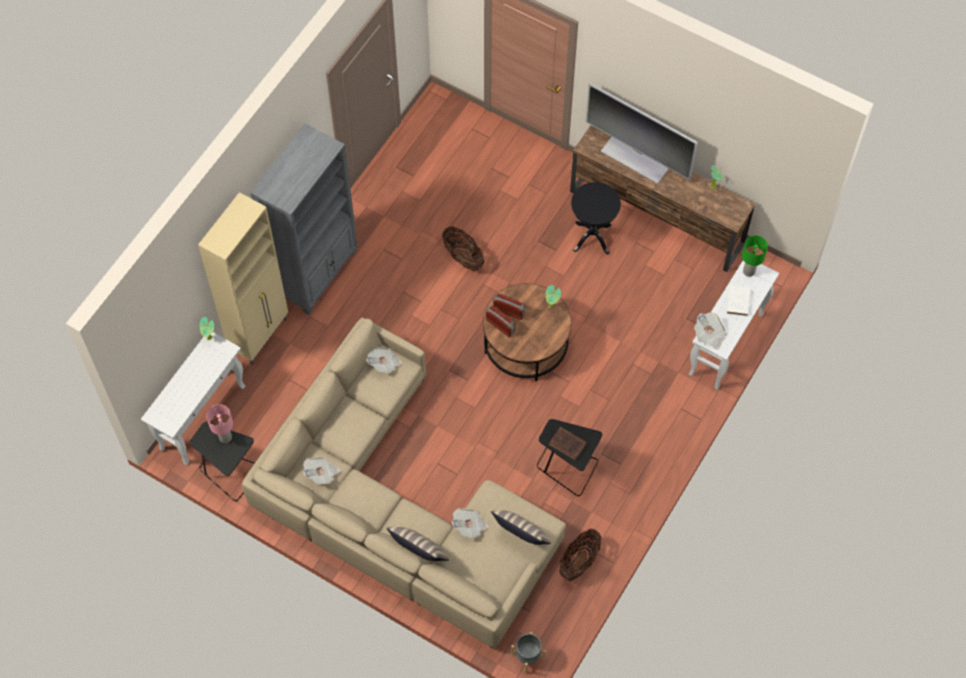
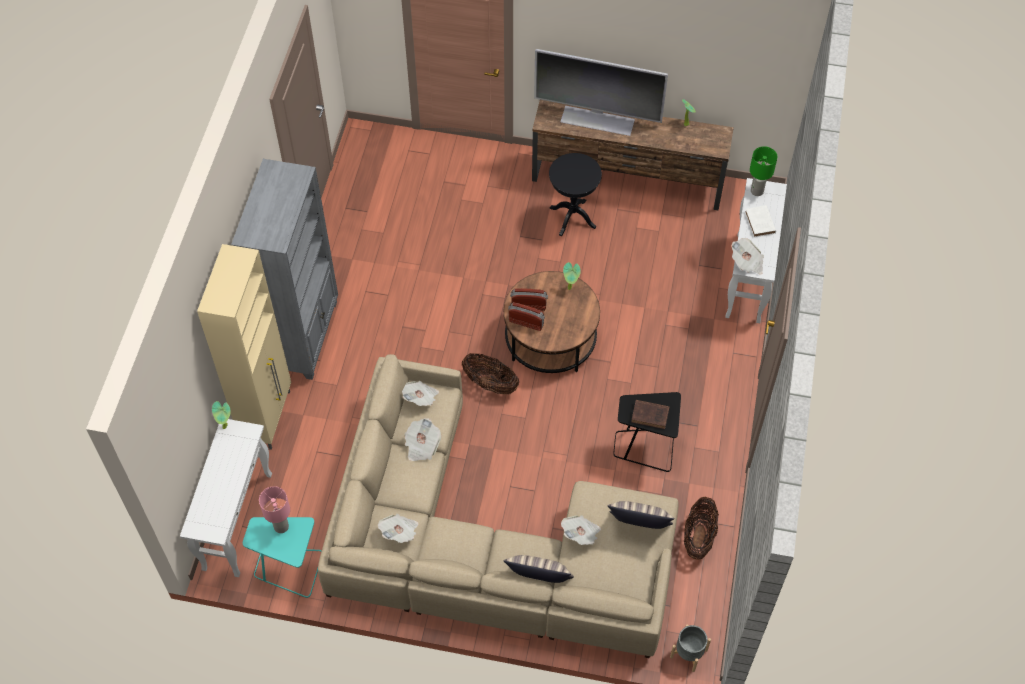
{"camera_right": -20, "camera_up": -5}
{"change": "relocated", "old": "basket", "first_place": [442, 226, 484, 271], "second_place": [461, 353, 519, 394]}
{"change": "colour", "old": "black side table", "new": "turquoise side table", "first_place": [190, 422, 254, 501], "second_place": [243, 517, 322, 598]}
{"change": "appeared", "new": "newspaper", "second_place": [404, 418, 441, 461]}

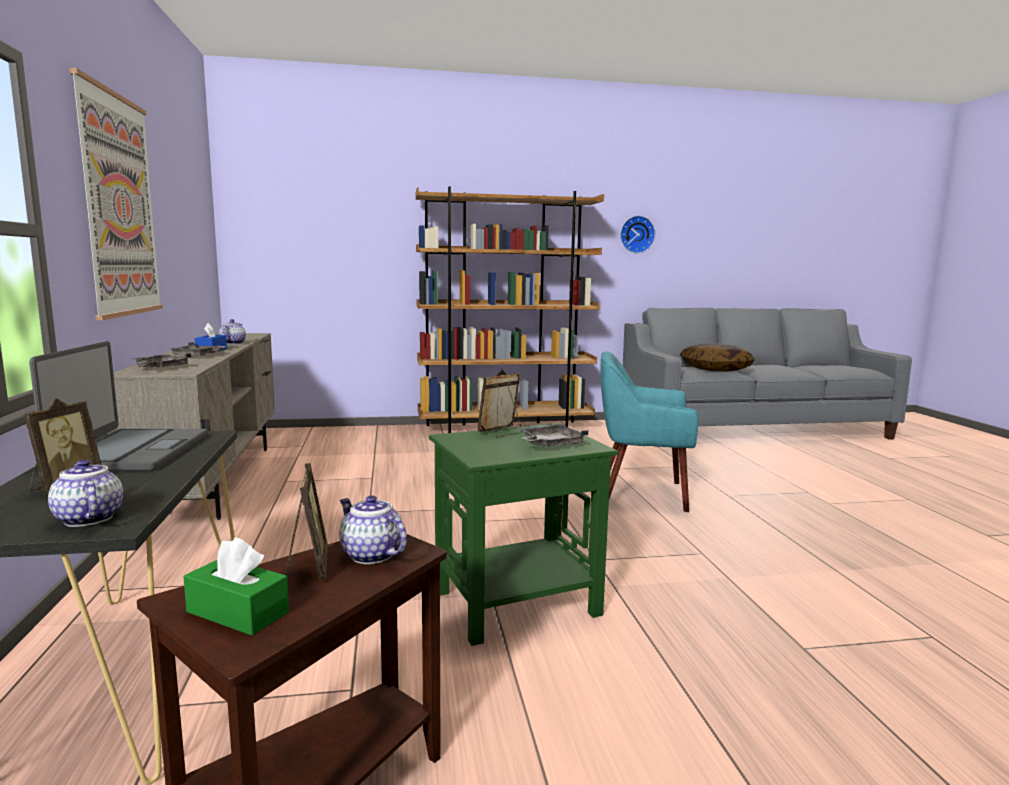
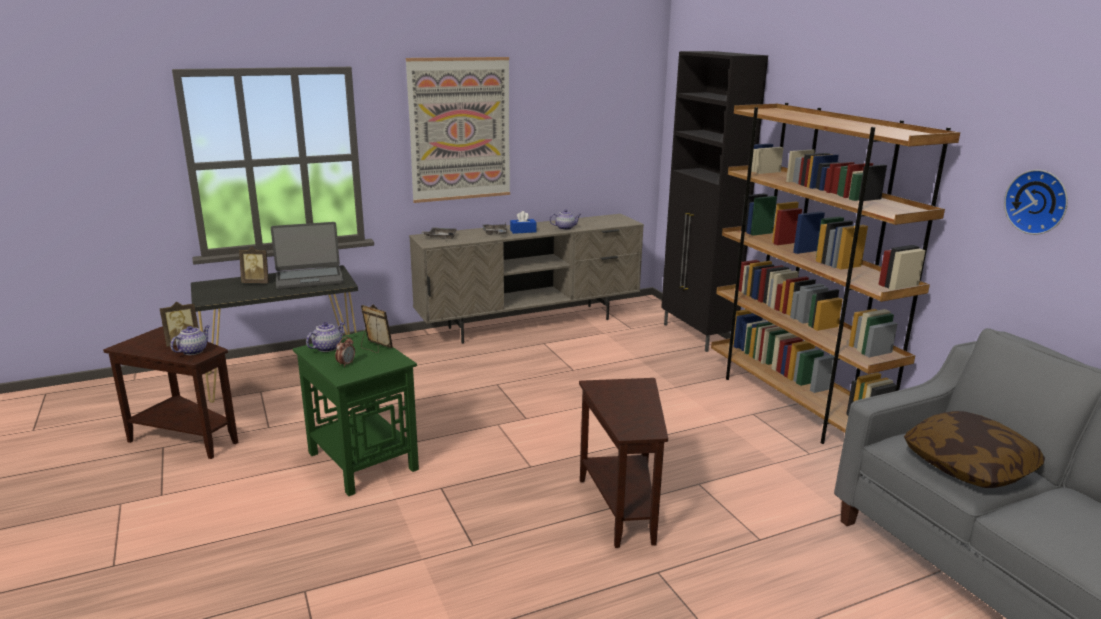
{"camera_right": 75, "camera_up": 10}
{"change": "exchanged", "old": "turquoise armchair", "new": "brown side table", "first_place": [600, 351, 699, 512], "second_place": [579, 378, 668, 548]}
{"change": "exchanged", "old": "grey tray", "new": "alarm clock", "first_place": [519, 424, 589, 447], "second_place": [335, 337, 355, 367]}
{"change": "relocated", "old": "teapot", "first_place": [48, 459, 123, 527], "second_place": [306, 322, 345, 352]}
{"change": "missing", "old": "green tissue box", "first_place": [183, 537, 289, 635]}
{"change": "appeared", "new": "black cabinet", "second_place": [661, 51, 768, 352]}

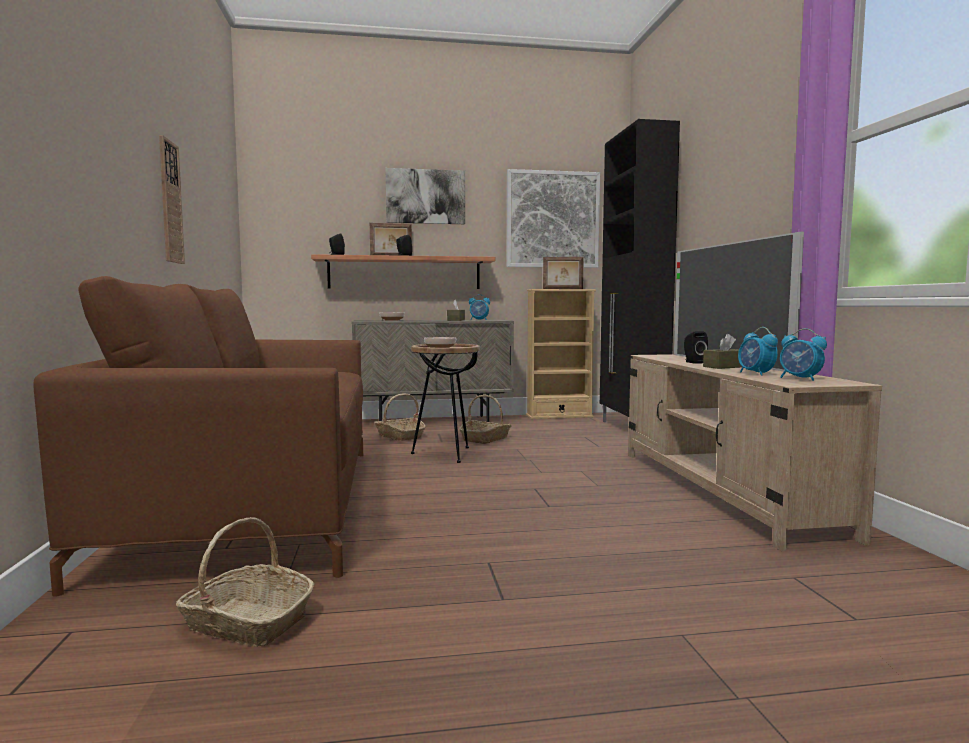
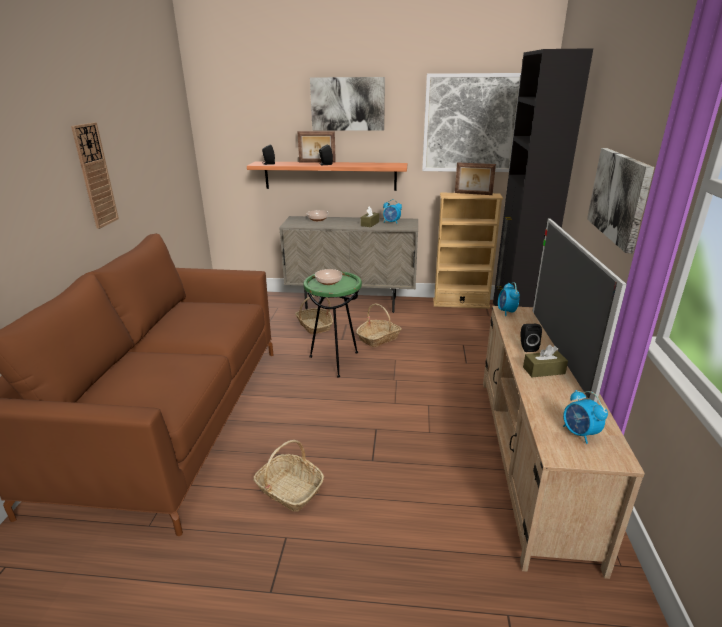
{"camera_right": 15, "camera_up": 20}
{"change": "relocated", "old": "alarm clock", "first_place": [738, 327, 778, 376], "second_place": [498, 282, 520, 316]}
{"change": "colour", "old": "brown side table", "new": "green side table", "first_place": [411, 344, 480, 463], "second_place": [303, 271, 362, 378]}
{"change": "relocated", "old": "basket", "first_place": [176, 517, 314, 647], "second_place": [254, 440, 324, 512]}
{"change": "appeared", "new": "picture", "second_place": [587, 148, 654, 253]}

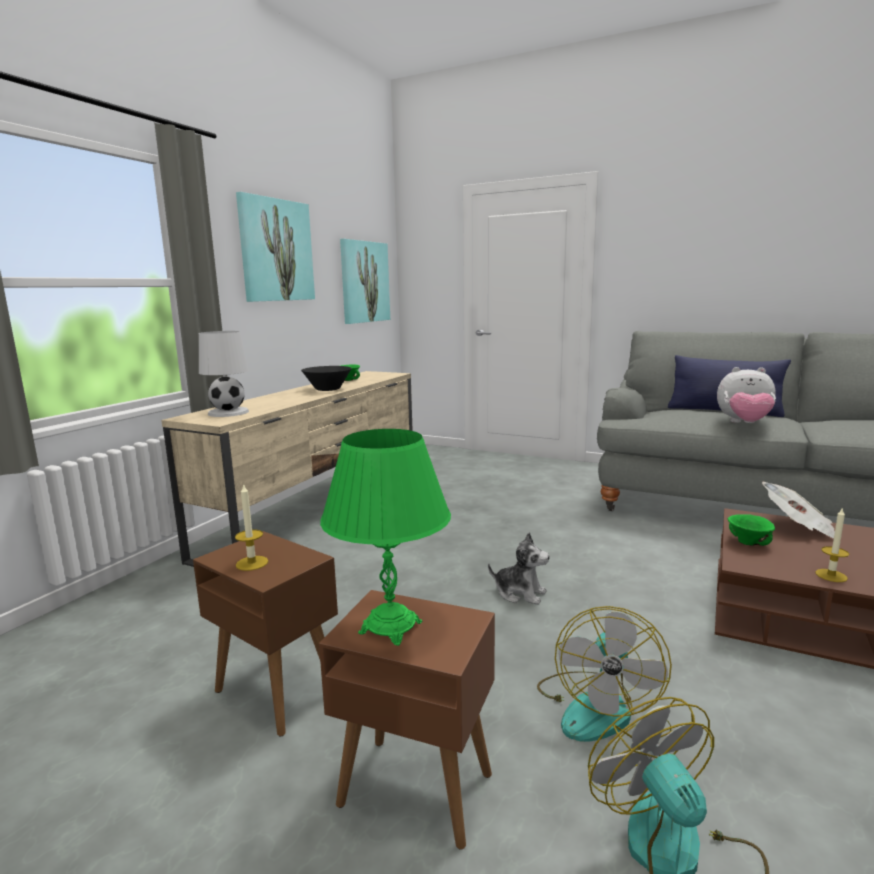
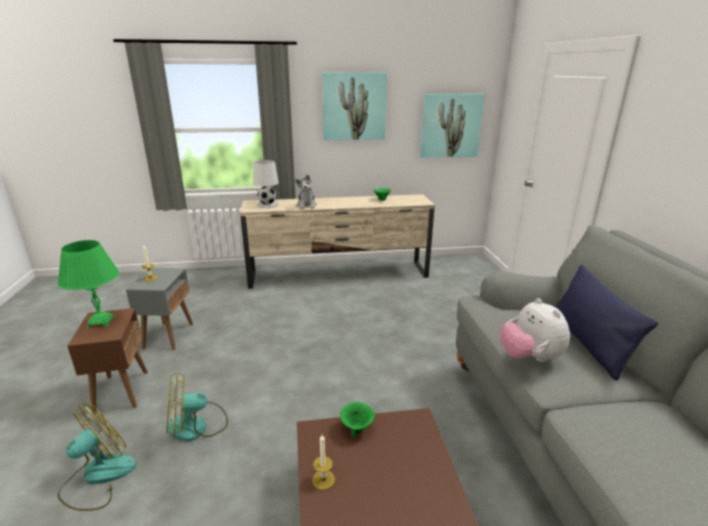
{"camera_right": 55, "camera_up": 10}
{"change": "missing", "old": "black bowl", "first_place": [301, 366, 352, 391]}
{"change": "missing", "old": "newspaper", "first_place": [762, 482, 835, 539]}
{"change": "colour", "old": "brown side table", "new": "grey side table", "first_place": [193, 531, 338, 737], "second_place": [126, 268, 193, 350]}
{"change": "relocated", "old": "plush toy", "first_place": [488, 532, 549, 605], "second_place": [295, 174, 317, 209]}

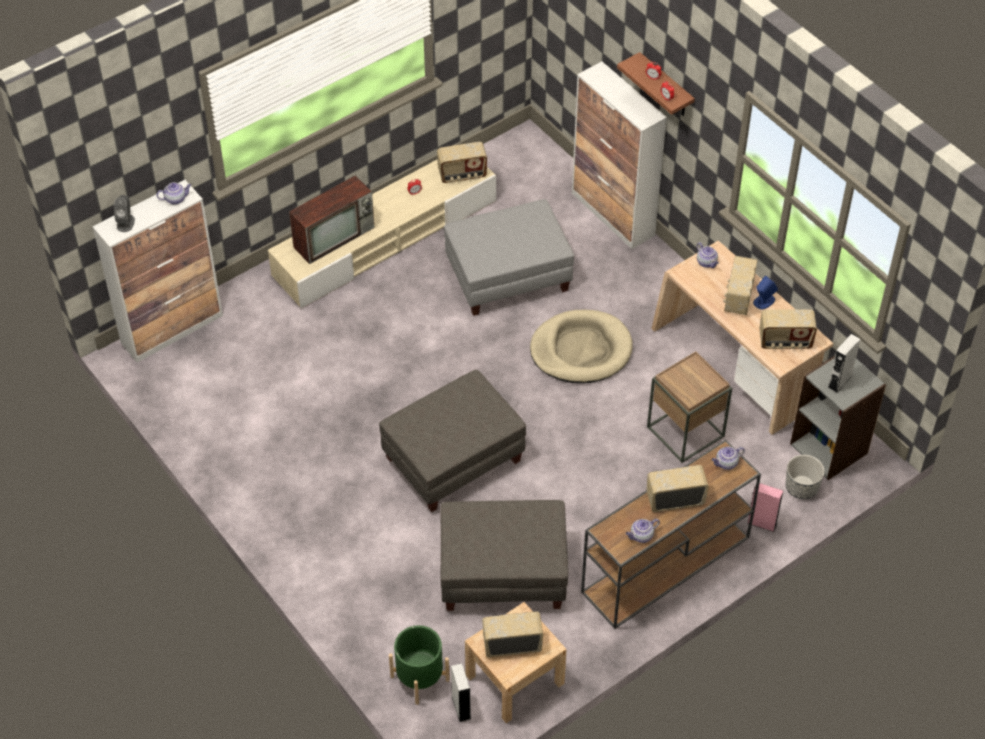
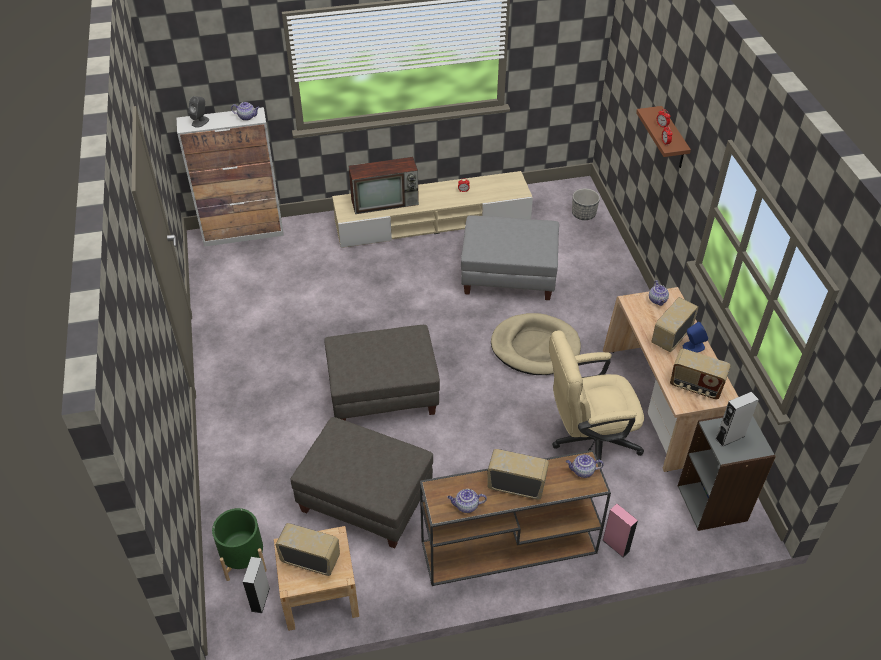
{"camera_right": 25, "camera_up": -5}
{"change": "missing", "old": "cabinet", "first_place": [572, 61, 667, 249]}
{"change": "missing", "old": "radio", "first_place": [437, 142, 487, 183]}
{"change": "exchanged", "old": "brown side table", "new": "beige office chair", "first_place": [647, 351, 732, 463], "second_place": [549, 330, 644, 466]}
{"change": "relocated", "old": "planter", "first_place": [785, 455, 825, 499], "second_place": [572, 188, 600, 220]}

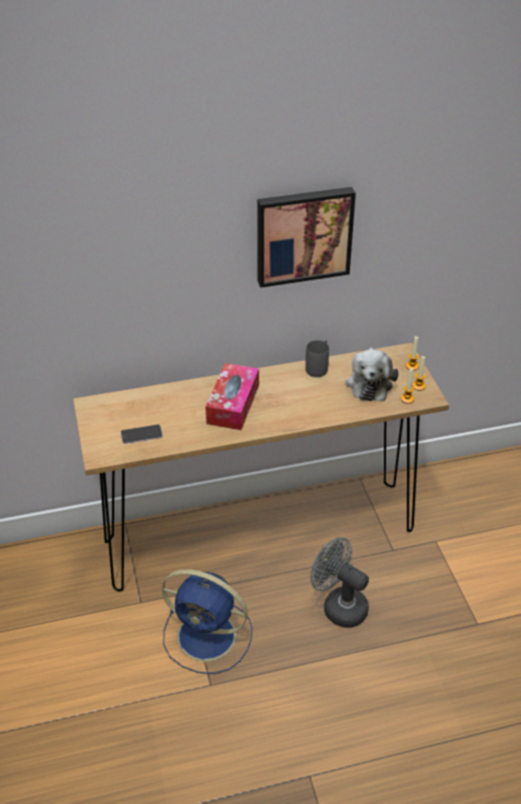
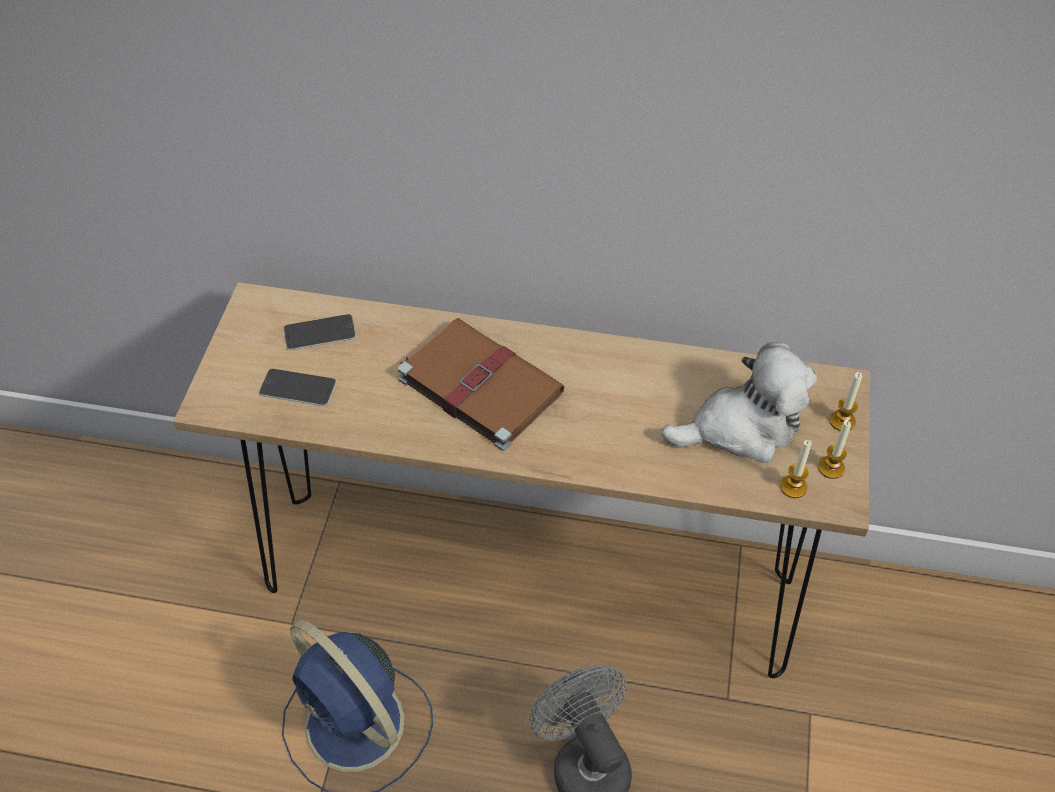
{"camera_right": 25, "camera_up": 10}
{"change": "missing", "old": "picture", "first_place": [257, 187, 356, 288]}
{"change": "missing", "old": "grey mug", "first_place": [305, 340, 329, 377]}
{"change": "spun", "old": "plush toy", "first_place": [345, 347, 398, 401], "second_place": [661, 342, 817, 463], "degrees": -135}
{"change": "exchanged", "old": "tissue box", "new": "brown book", "first_place": [205, 363, 259, 430], "second_place": [398, 318, 565, 451]}
{"change": "appeared", "new": "phone", "second_place": [284, 314, 356, 350]}

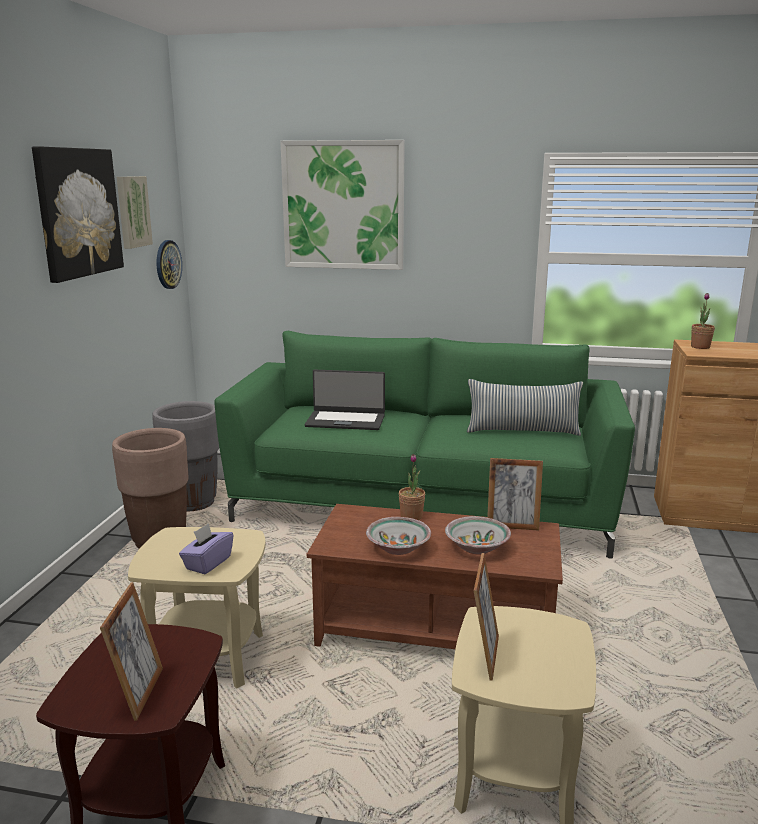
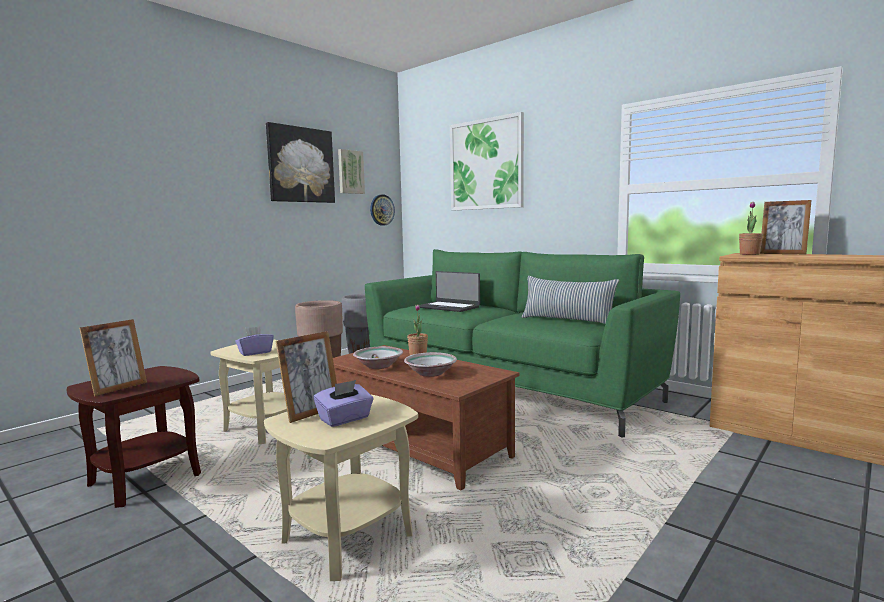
{"camera_right": 30, "camera_up": -10}
{"change": "relocated", "old": "picture frame", "first_place": [487, 458, 543, 530], "second_place": [760, 200, 812, 254]}
{"change": "appeared", "new": "purple tissue box", "second_place": [314, 380, 374, 427]}

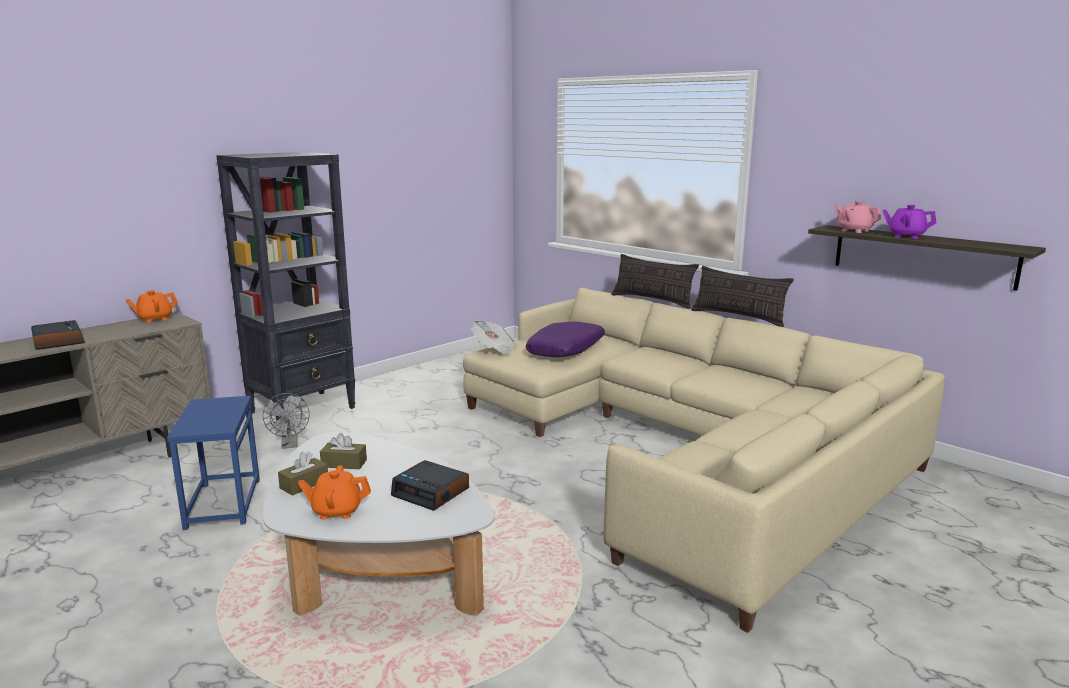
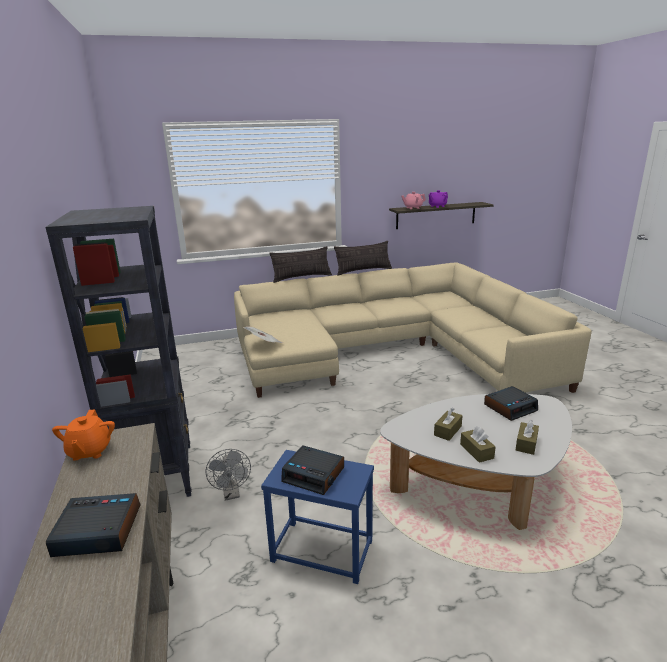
{"camera_right": -60, "camera_up": 5}
{"change": "missing", "old": "purple pillow", "first_place": [526, 322, 605, 357]}
{"change": "spun", "old": "grey fan", "first_place": [263, 393, 310, 449], "second_place": [206, 449, 251, 501], "degrees": 60}
{"change": "exchanged", "old": "orange teapot", "new": "brown tissue box", "first_place": [298, 465, 371, 520], "second_place": [516, 420, 539, 455]}
{"change": "appeared", "new": "alarm clock", "second_place": [281, 445, 344, 495]}

